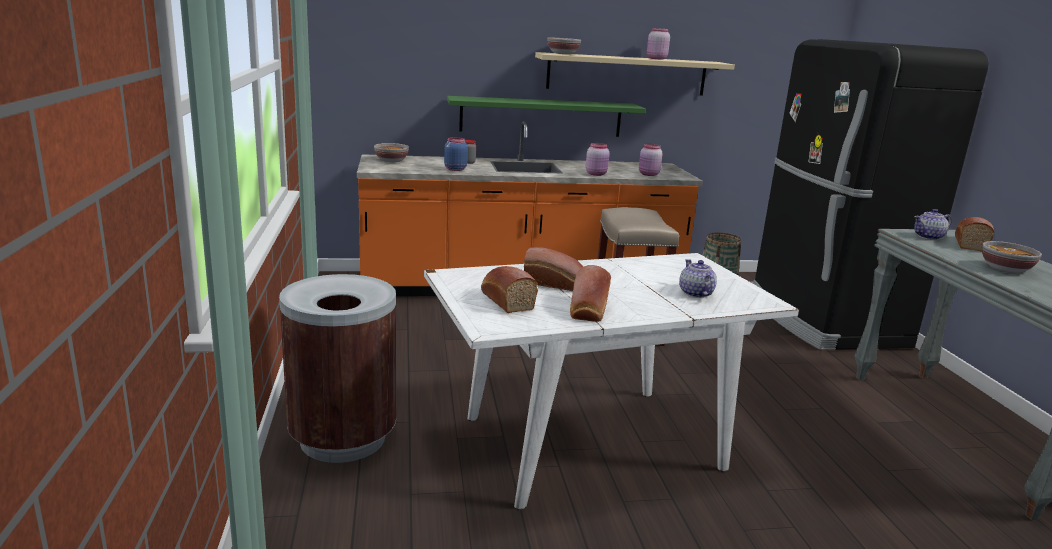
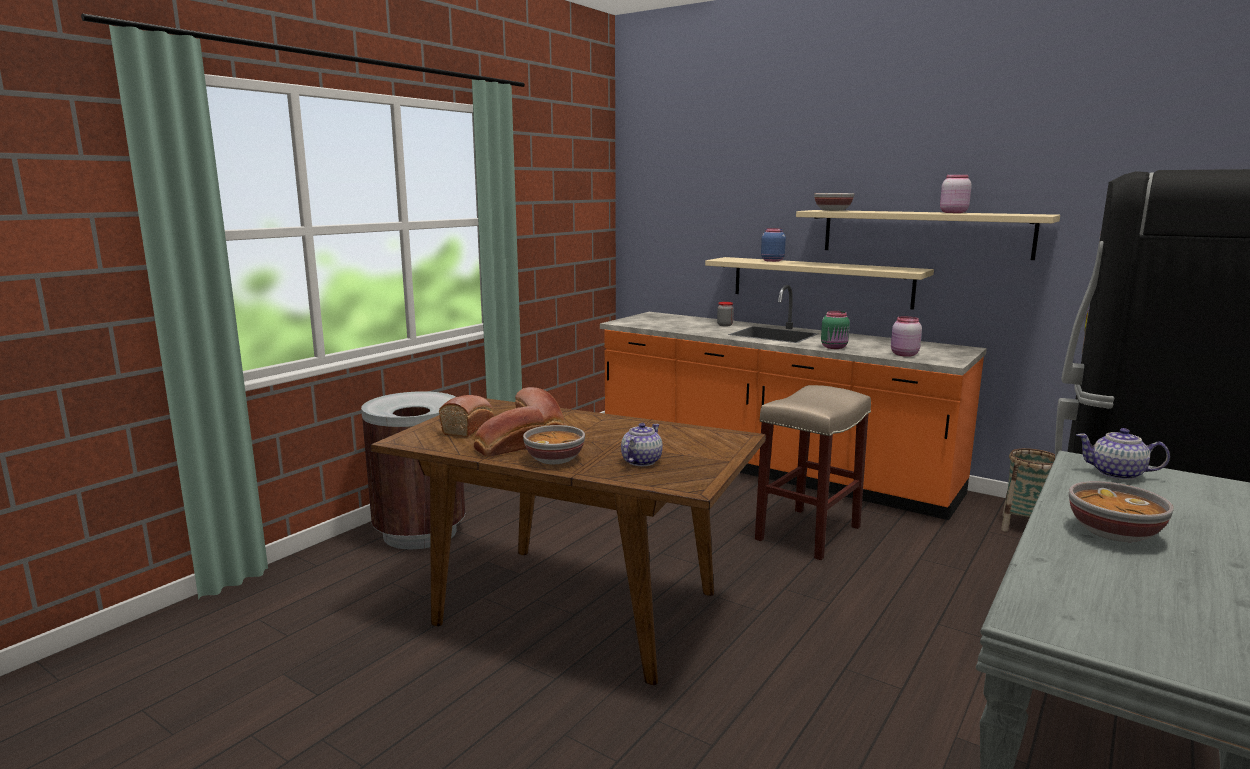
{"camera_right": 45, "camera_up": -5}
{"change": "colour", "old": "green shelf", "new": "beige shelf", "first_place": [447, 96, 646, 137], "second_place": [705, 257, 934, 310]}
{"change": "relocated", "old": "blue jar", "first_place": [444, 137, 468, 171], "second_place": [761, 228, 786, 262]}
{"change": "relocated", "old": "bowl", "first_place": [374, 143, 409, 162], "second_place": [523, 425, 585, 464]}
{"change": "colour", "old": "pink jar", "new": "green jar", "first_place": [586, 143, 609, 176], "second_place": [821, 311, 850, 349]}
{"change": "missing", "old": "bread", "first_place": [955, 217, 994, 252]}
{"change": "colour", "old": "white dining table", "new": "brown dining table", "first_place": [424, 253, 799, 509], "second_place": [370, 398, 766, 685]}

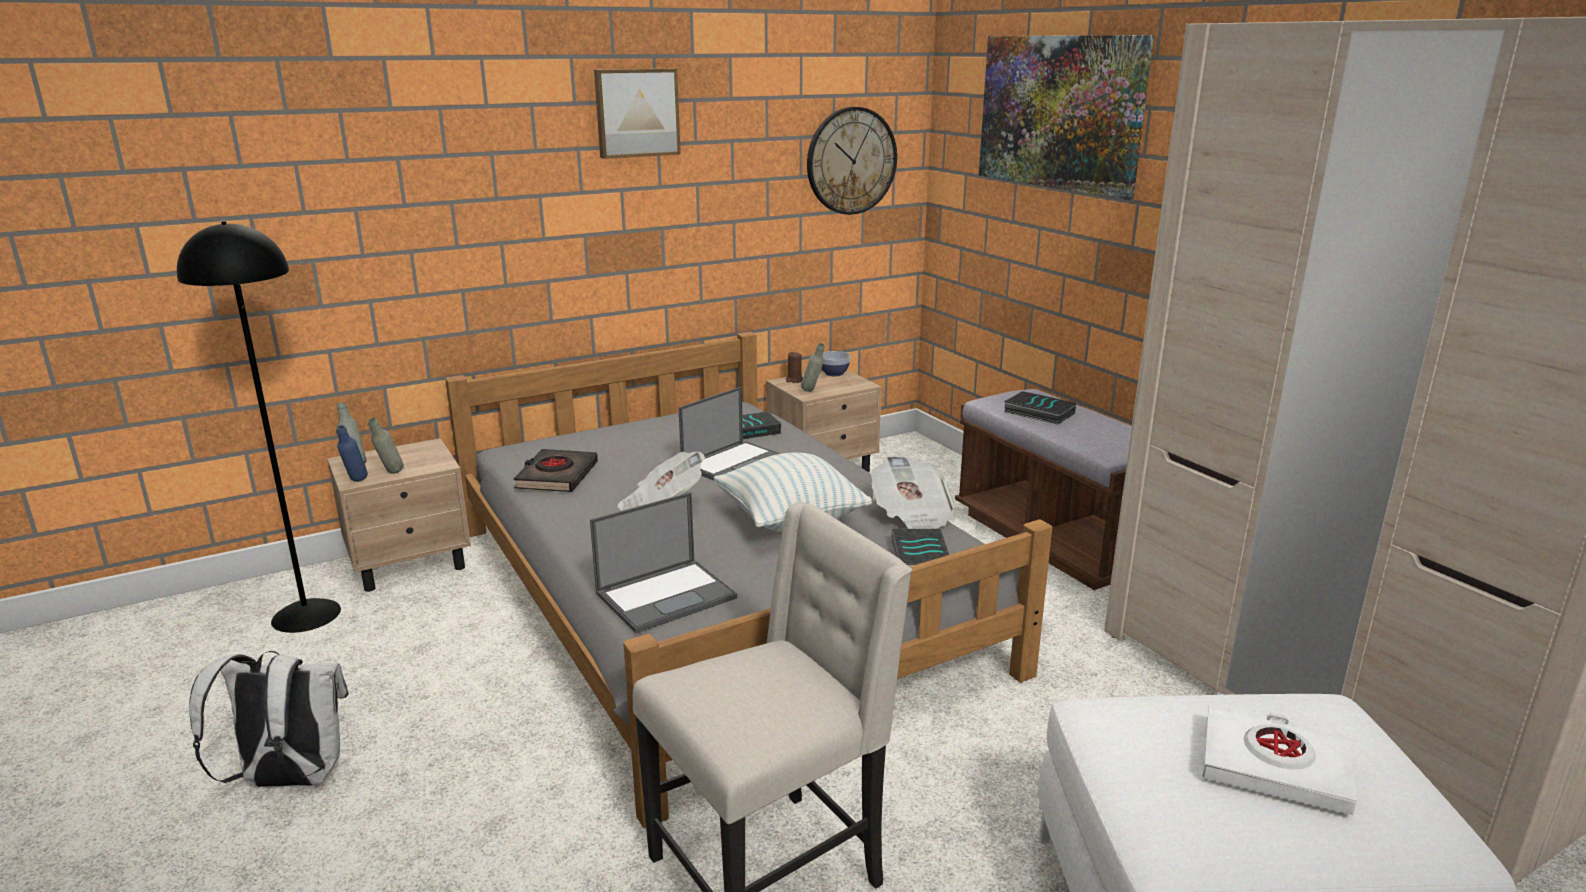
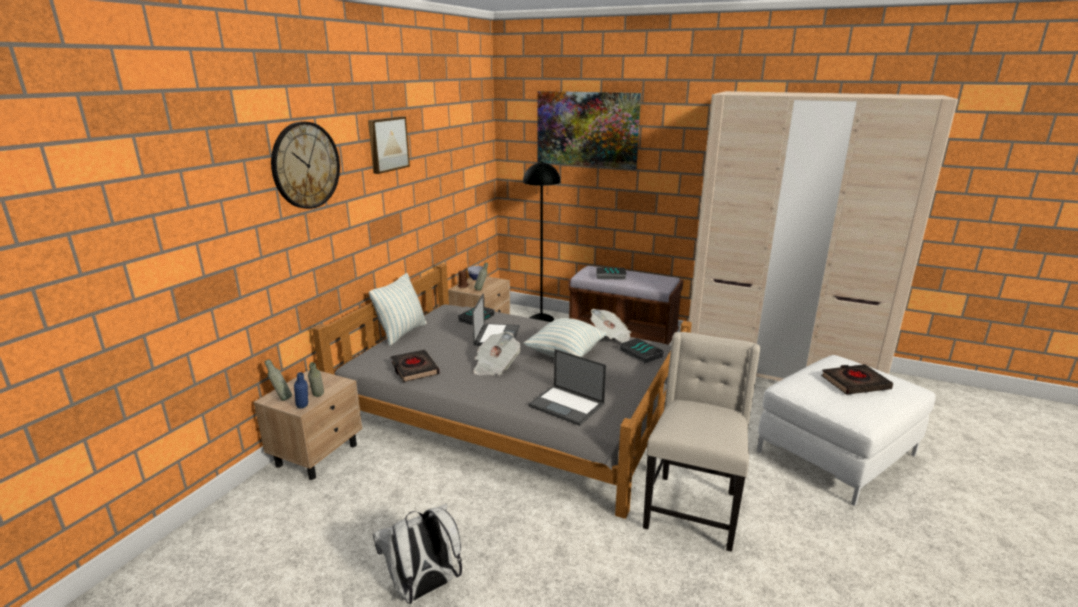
{"camera_right": -35, "camera_up": 0}
{"change": "relocated", "old": "wall clock", "first_place": [807, 107, 897, 215], "second_place": [271, 122, 340, 209]}
{"change": "relocated", "old": "black floor lamp", "first_place": [177, 221, 341, 633], "second_place": [523, 162, 560, 322]}
{"change": "spun", "old": "laptop", "first_place": [590, 492, 737, 633], "second_place": [528, 349, 606, 426], "degrees": 105}
{"change": "colour", "old": "white book", "new": "black book", "first_place": [1202, 704, 1357, 815], "second_place": [821, 364, 893, 395]}
{"change": "appeared", "new": "pillow", "second_place": [369, 273, 427, 346]}

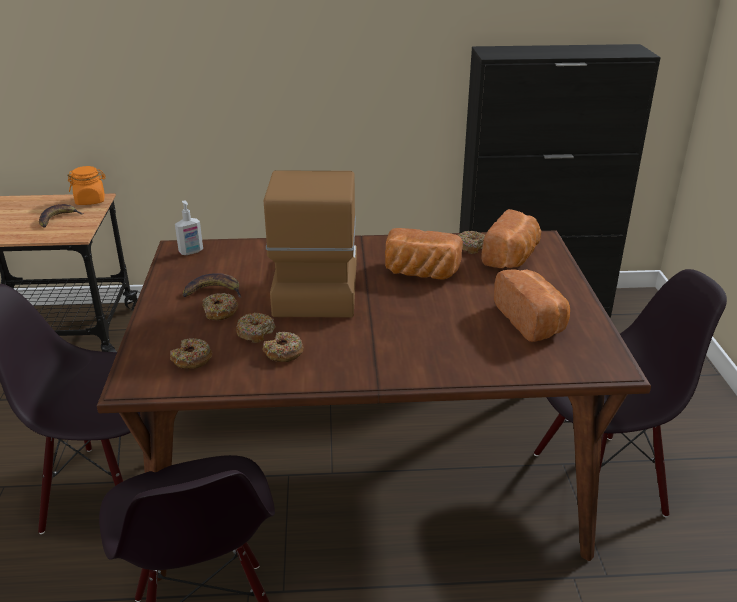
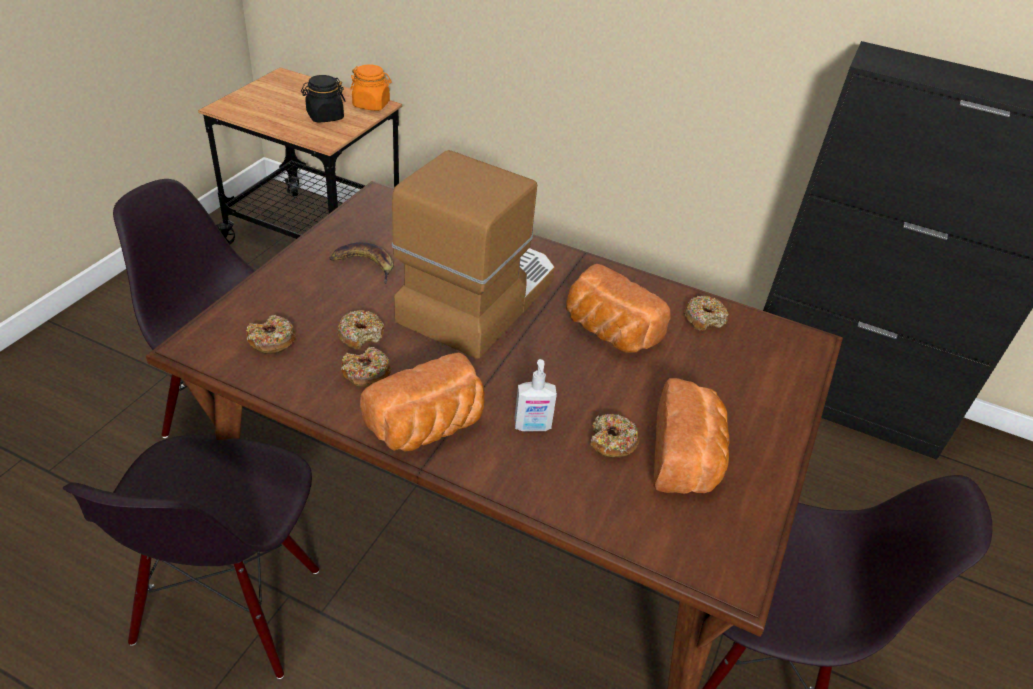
{"camera_right": 25, "camera_up": 10}
{"change": "relocated", "old": "soap dispenser", "first_place": [175, 200, 203, 255], "second_place": [514, 359, 557, 431]}
{"change": "exchanged", "old": "banana", "new": "black jar", "first_place": [39, 204, 84, 227], "second_place": [301, 75, 346, 122]}
{"change": "relocated", "old": "bread", "first_place": [481, 209, 541, 268], "second_place": [360, 353, 485, 452]}
{"change": "relocated", "old": "donut", "first_place": [202, 293, 238, 320], "second_place": [590, 414, 640, 458]}

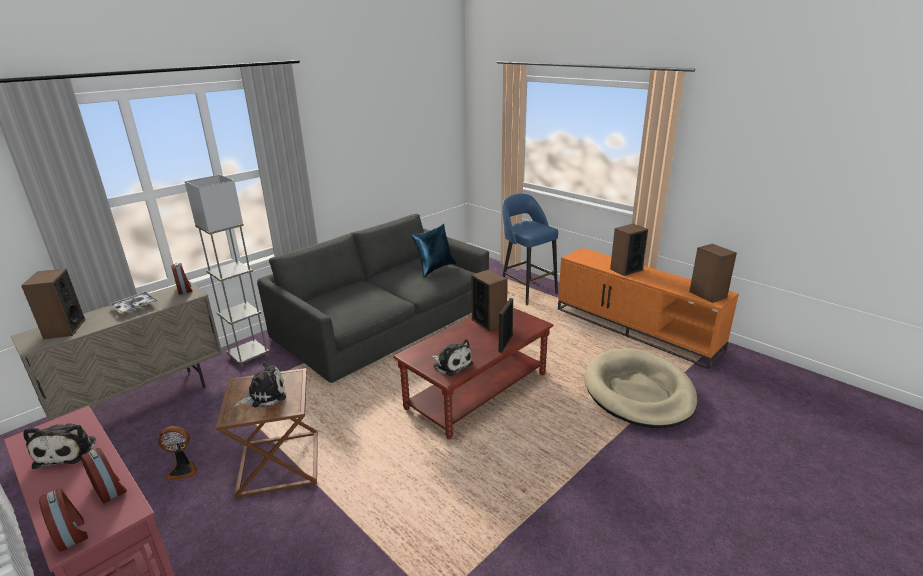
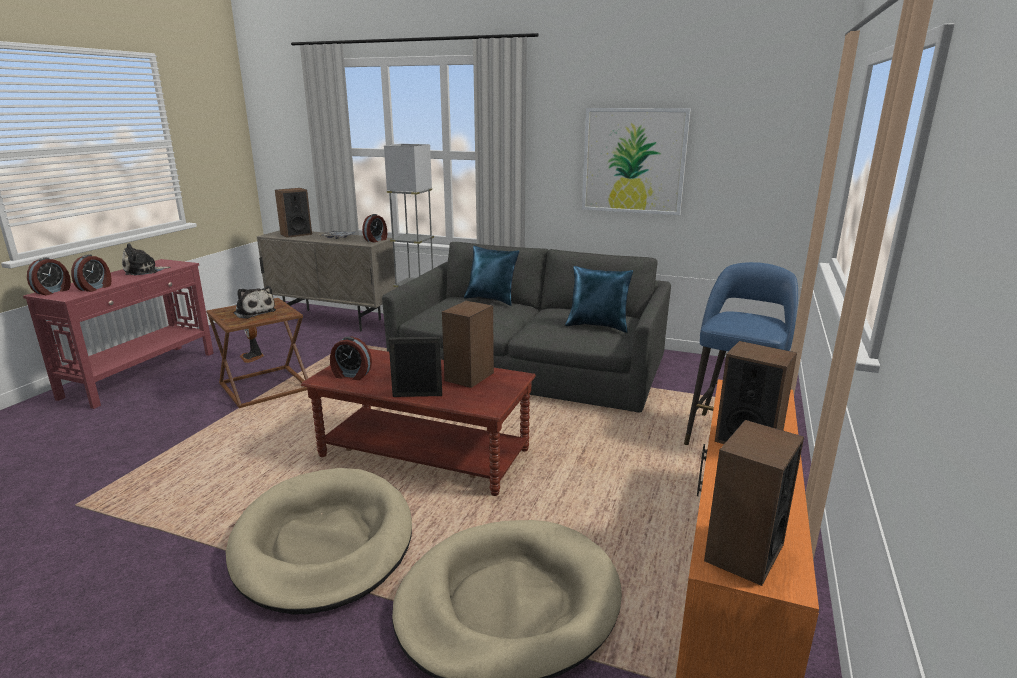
{"camera_right": 65, "camera_up": -5}
{"change": "exchanged", "old": "plush toy", "new": "alarm clock", "first_place": [432, 339, 473, 376], "second_place": [330, 337, 372, 380]}
{"change": "appeared", "new": "picture", "second_place": [582, 108, 691, 215]}
{"change": "appeared", "new": "blue pillow", "second_place": [464, 246, 519, 306]}
{"change": "appeared", "new": "beige dog bed", "second_place": [226, 468, 412, 614]}

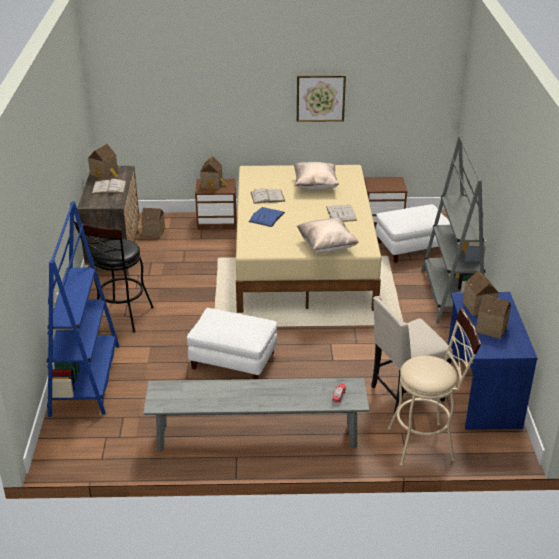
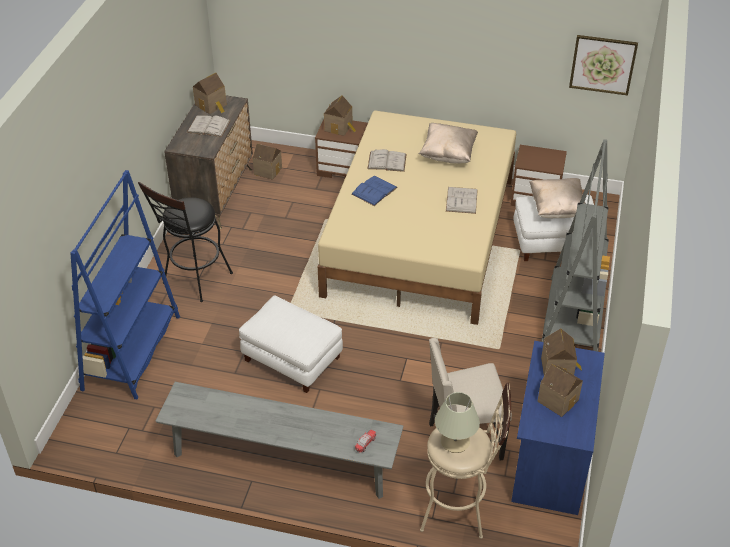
{"camera_right": 15, "camera_up": 10}
{"change": "relocated", "old": "picture", "first_place": [297, 75, 346, 122], "second_place": [569, 35, 638, 96]}
{"change": "relocated", "old": "beige pillow", "first_place": [297, 217, 359, 253], "second_place": [529, 178, 586, 218]}
{"change": "appeared", "new": "beige table lamp", "second_place": [435, 392, 480, 453]}

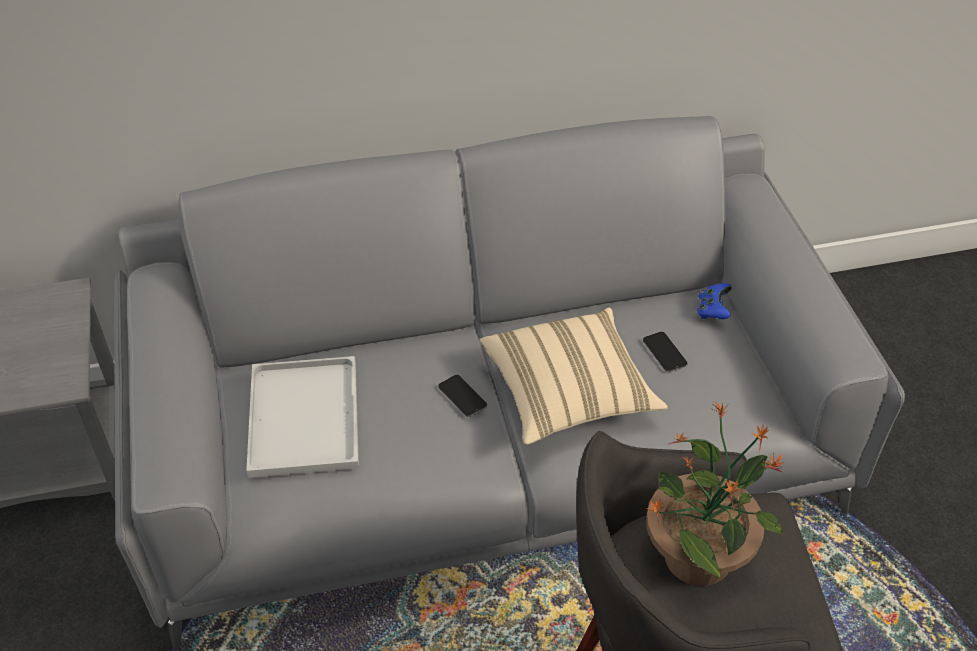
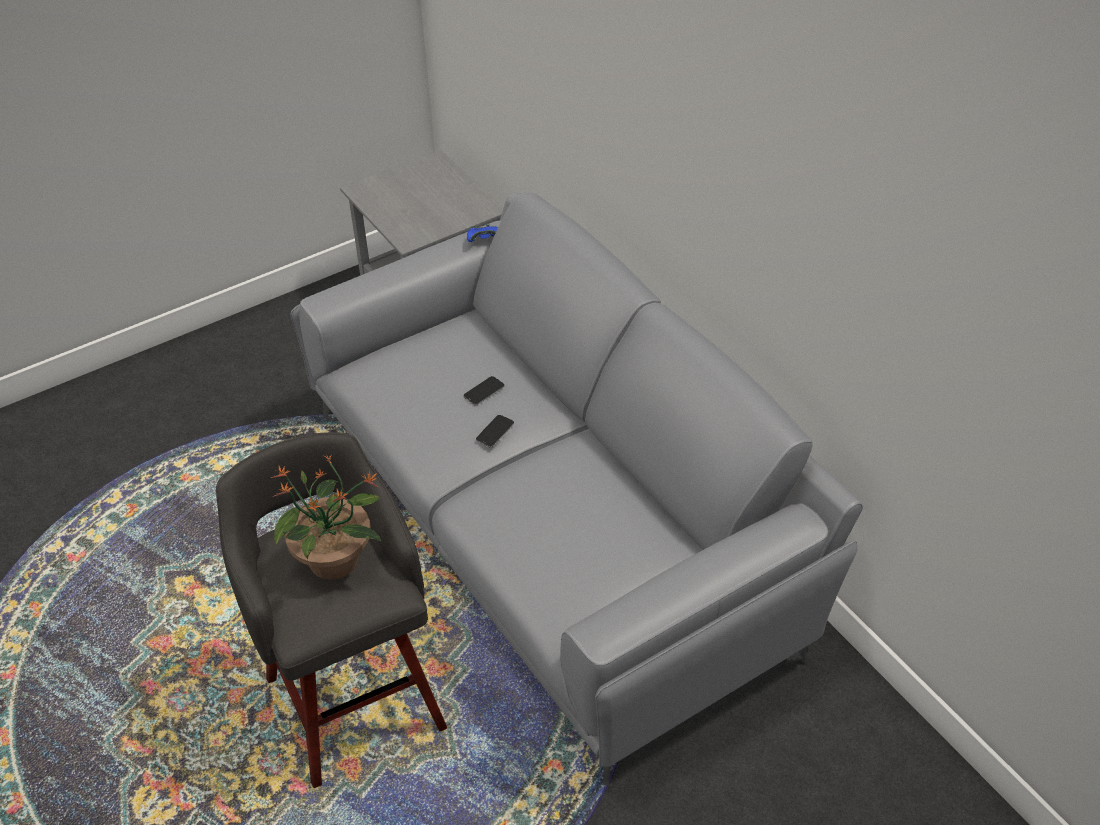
{"camera_right": 70, "camera_up": 0}
{"change": "relocated", "old": "blue game controller", "first_place": [697, 283, 732, 319], "second_place": [467, 225, 498, 242]}
{"change": "missing", "old": "beige pillow", "first_place": [480, 307, 668, 445]}
{"change": "relocated", "old": "phone", "first_place": [643, 332, 688, 373], "second_place": [464, 376, 505, 405]}
{"change": "missing", "old": "white tray", "first_place": [246, 356, 359, 478]}

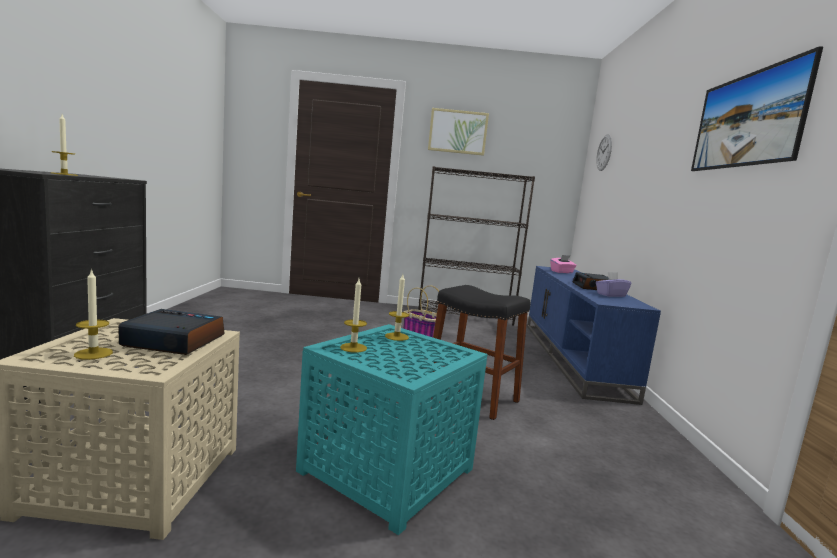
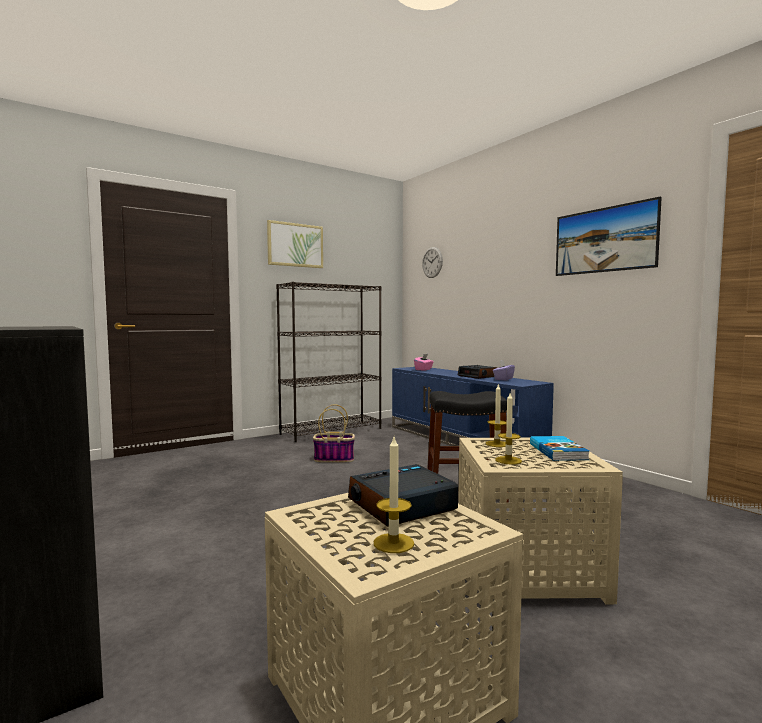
{"camera_right": -35, "camera_up": -5}
{"change": "missing", "old": "candle", "first_place": [51, 114, 78, 176]}
{"change": "colour", "old": "turquoise side table", "new": "beige side table", "first_place": [296, 324, 488, 535], "second_place": [458, 437, 623, 604]}
{"change": "appeared", "new": "book", "second_place": [530, 436, 590, 461]}

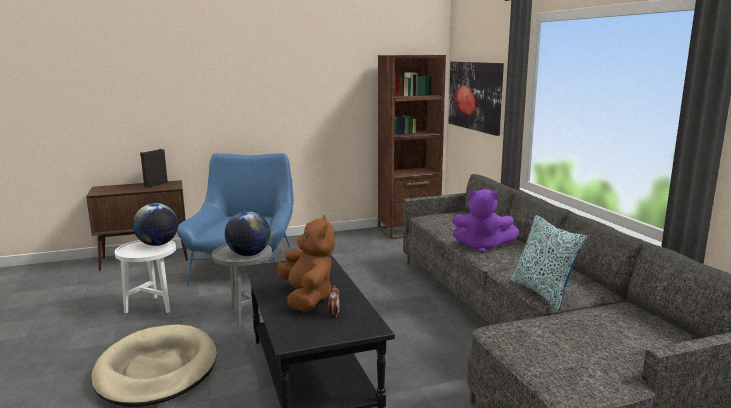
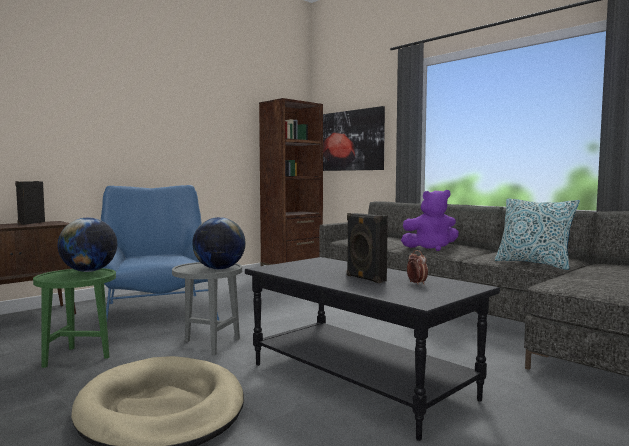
{"camera_right": -25, "camera_up": -10}
{"change": "exchanged", "old": "brown plush toy", "new": "black speaker", "first_place": [277, 215, 335, 312], "second_place": [347, 213, 388, 283]}
{"change": "colour", "old": "white side table", "new": "green side table", "first_place": [115, 240, 176, 313], "second_place": [33, 268, 116, 368]}

